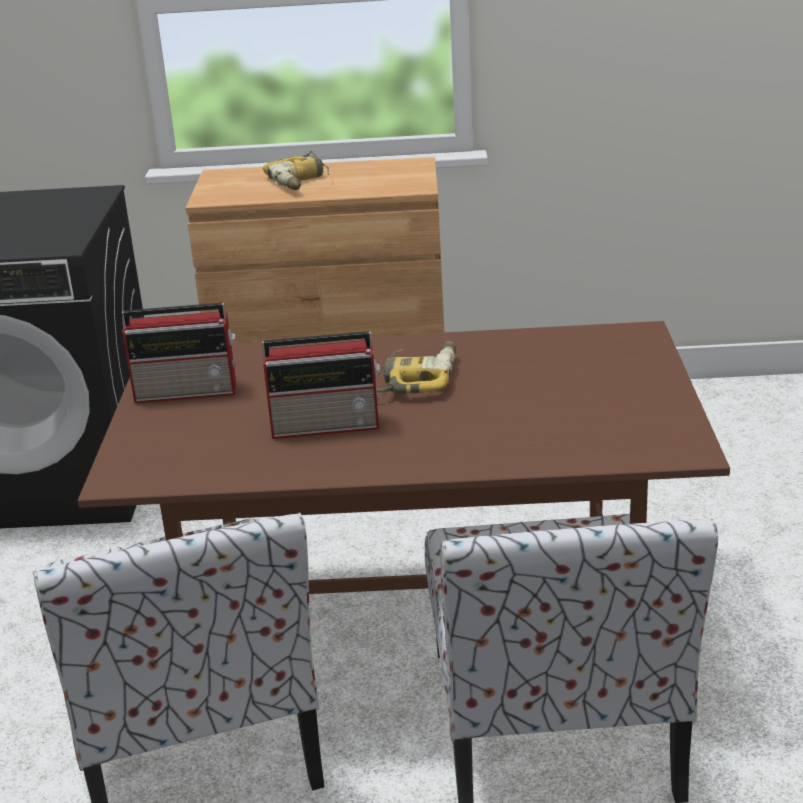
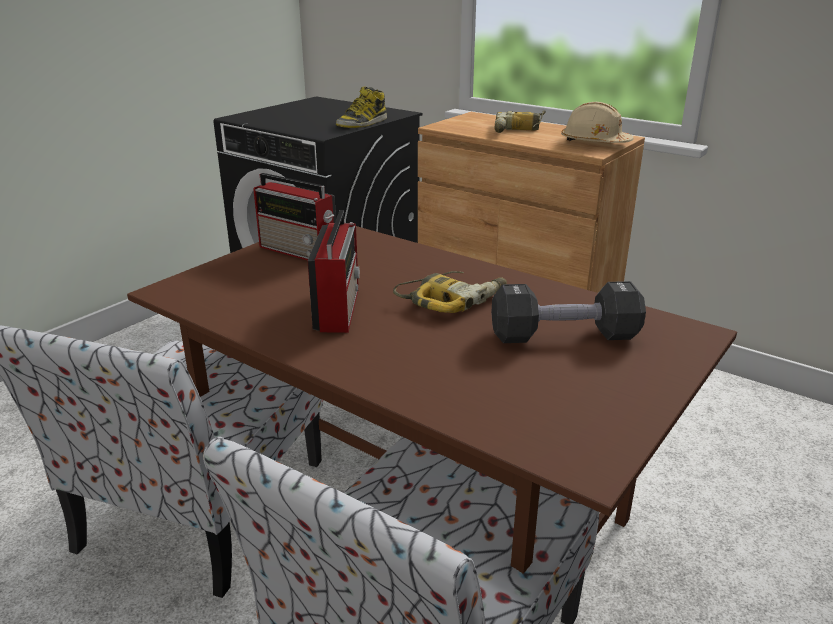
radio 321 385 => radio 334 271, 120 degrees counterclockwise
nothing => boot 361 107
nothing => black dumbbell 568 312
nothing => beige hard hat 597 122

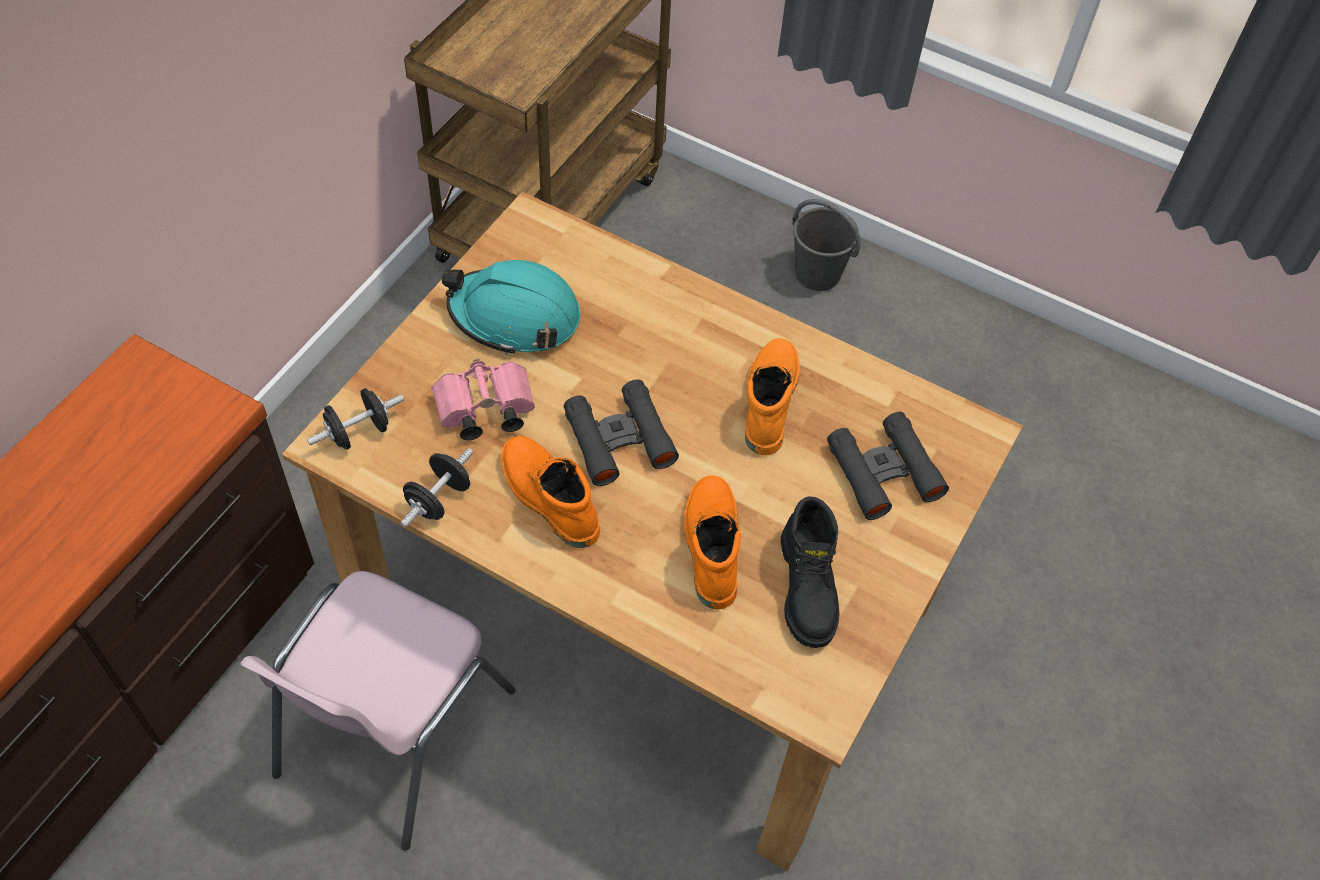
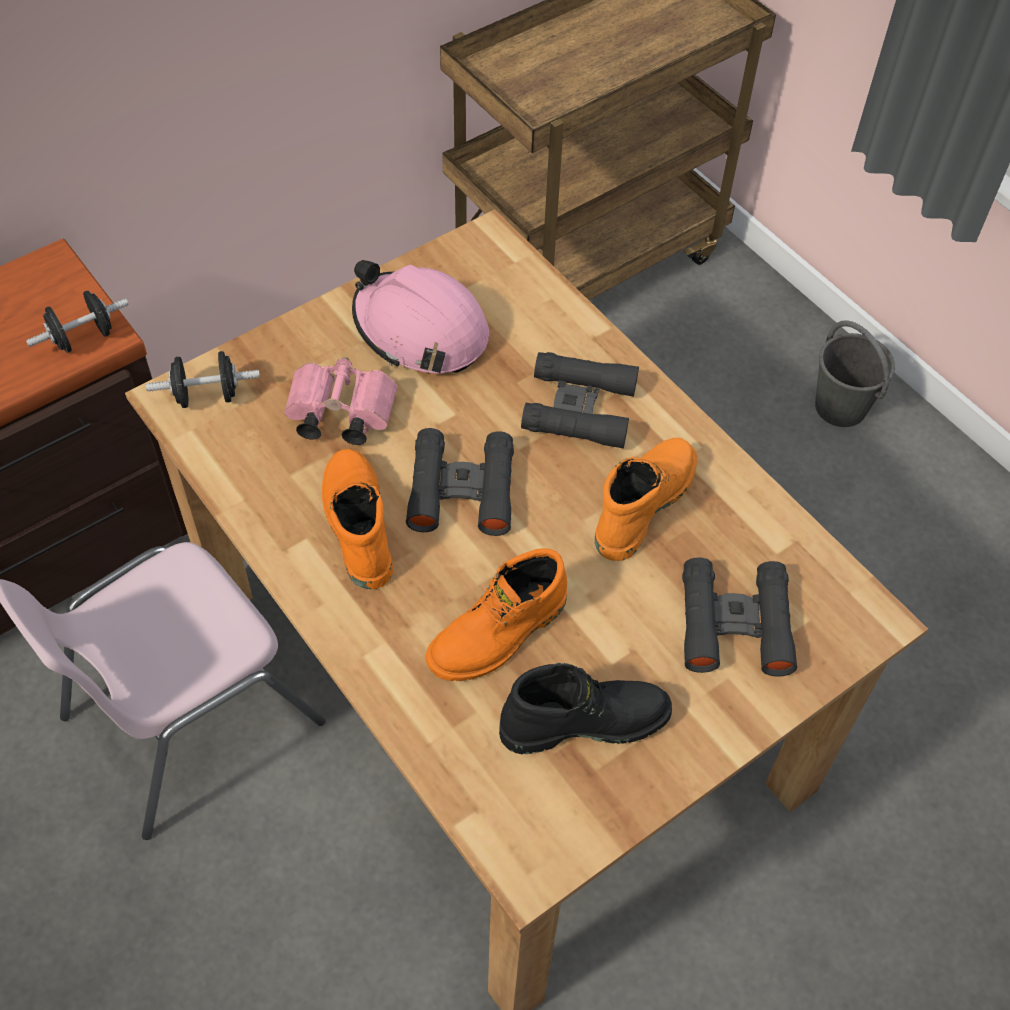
black dumbbell 437 487 => black dumbbell 77 322, move
turquoise hard hat 511 307 => pink hard hat 420 316
orange boot 712 542 => orange boot 496 614, 150 degrees counterclockwise
black boot 810 572 => black boot 585 708, 120 degrees counterclockwise
nothing => black binoculars 580 400

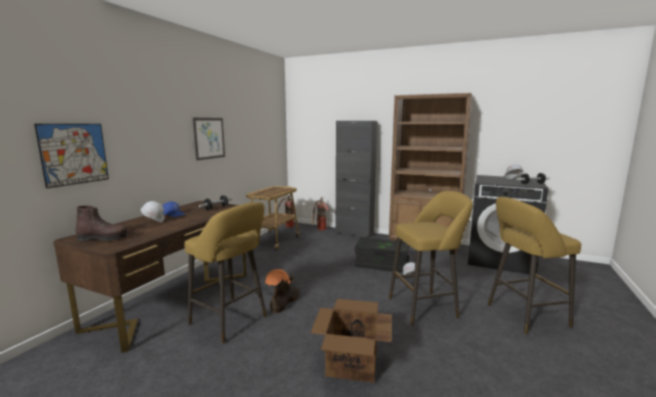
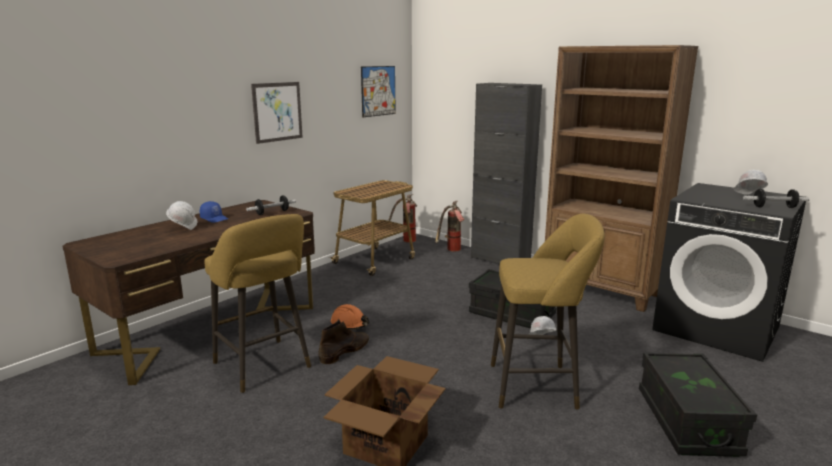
picture 71 156 => picture 378 91, move
yellow stool 534 265 => black storage box 698 404
brown boot 101 223 => nothing

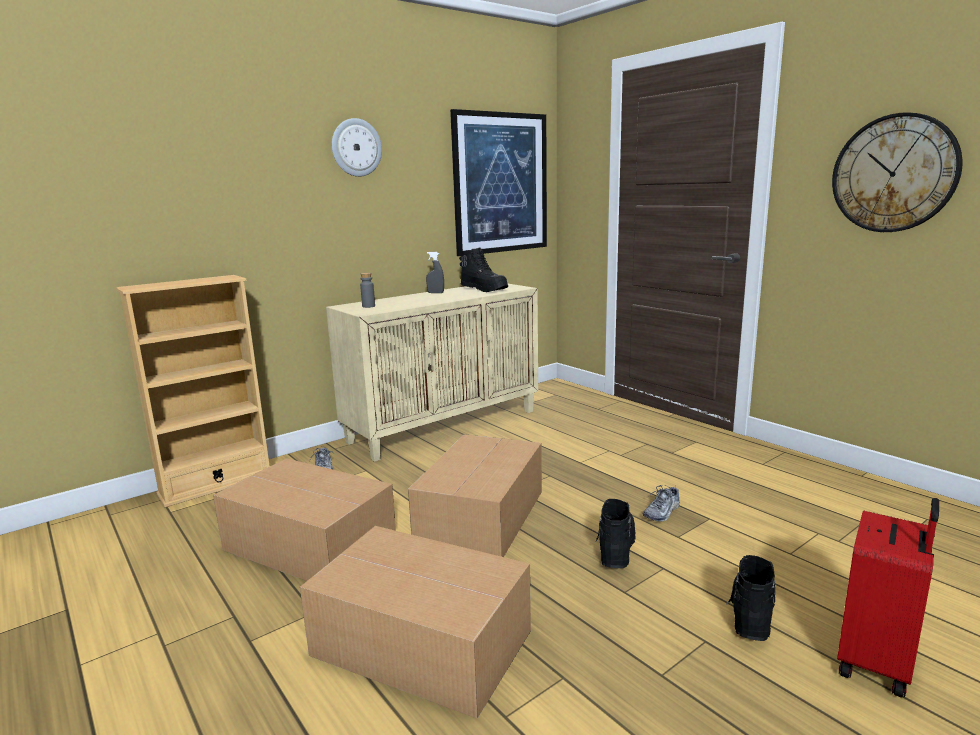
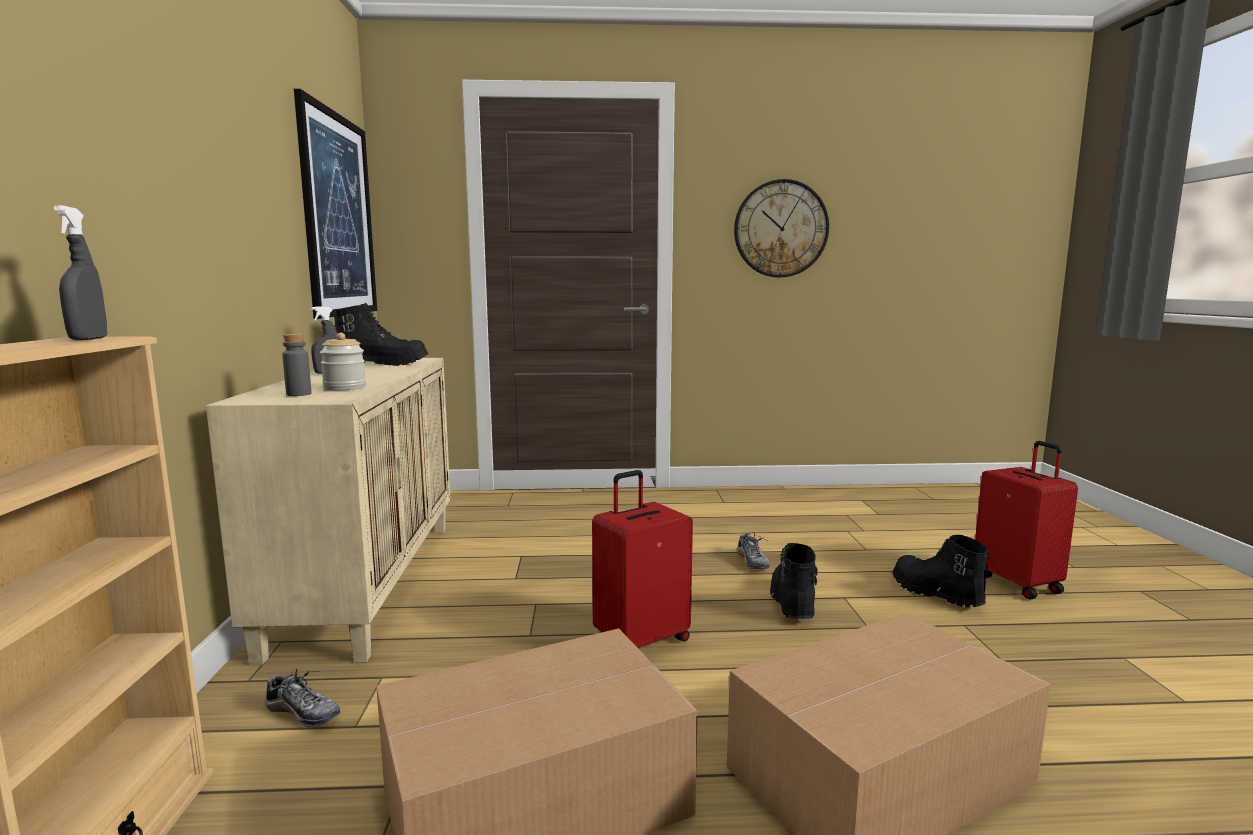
nothing => grey spray bottle 80 272
nothing => jar 343 361
cardboard box 475 495 => red suitcase 642 559
black boot 615 533 => black boot 794 581, 45 degrees clockwise
wall clock 357 147 => nothing

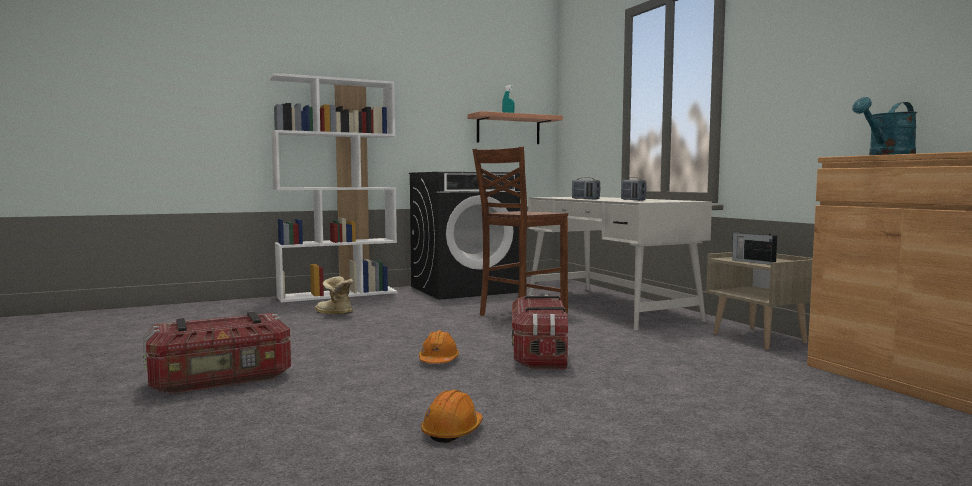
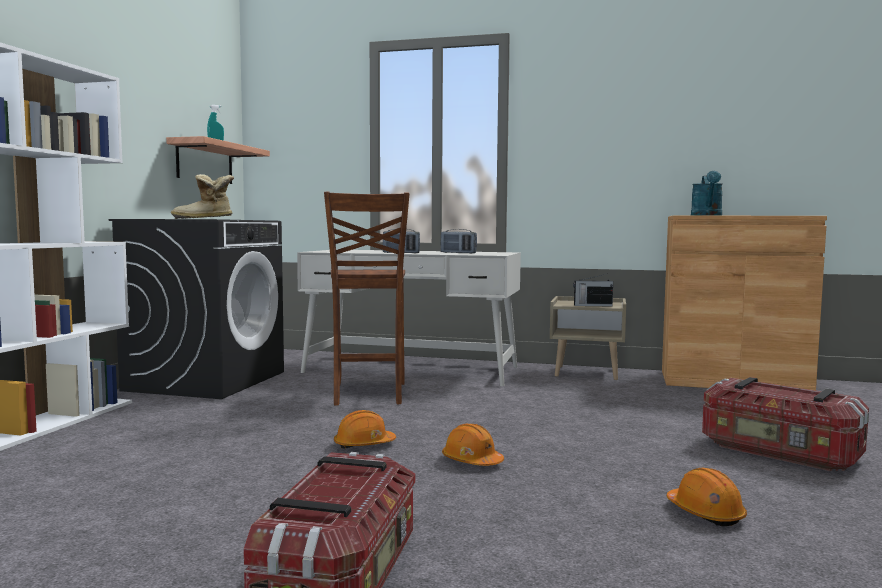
boot 334 295 => boot 202 196, move
nothing => orange hard hat 365 429
storage box 540 332 => storage box 785 424, move

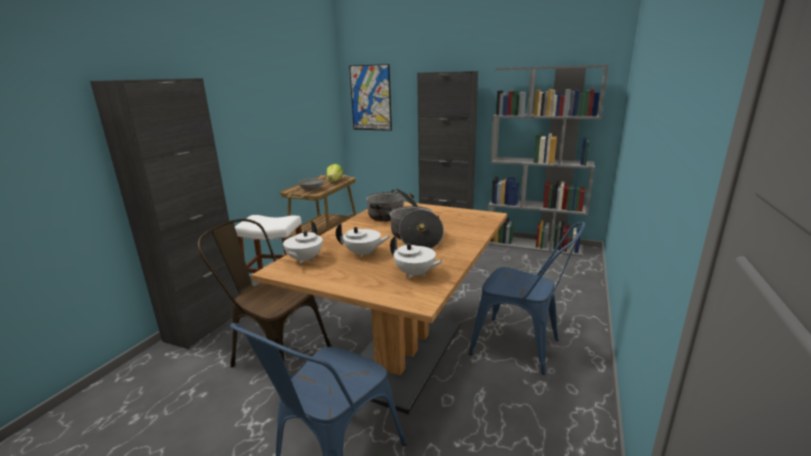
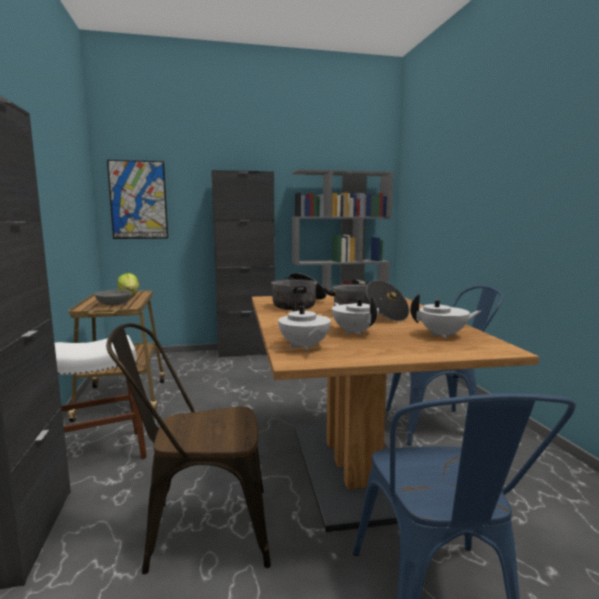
white teapot 363 240 => white teapot 355 315, 90 degrees counterclockwise

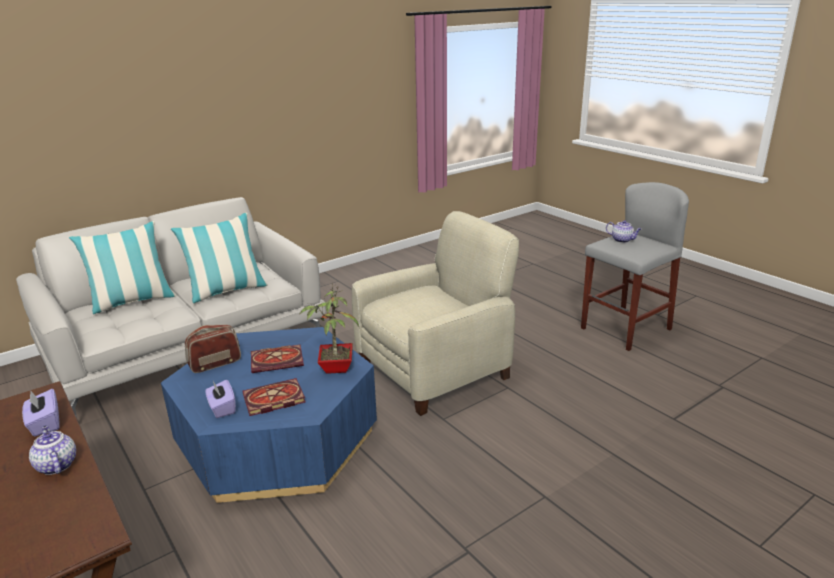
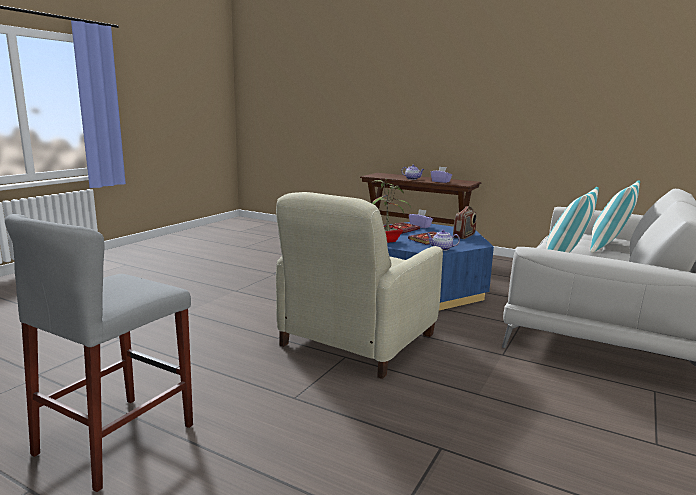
teapot 624 231 => teapot 443 240, move

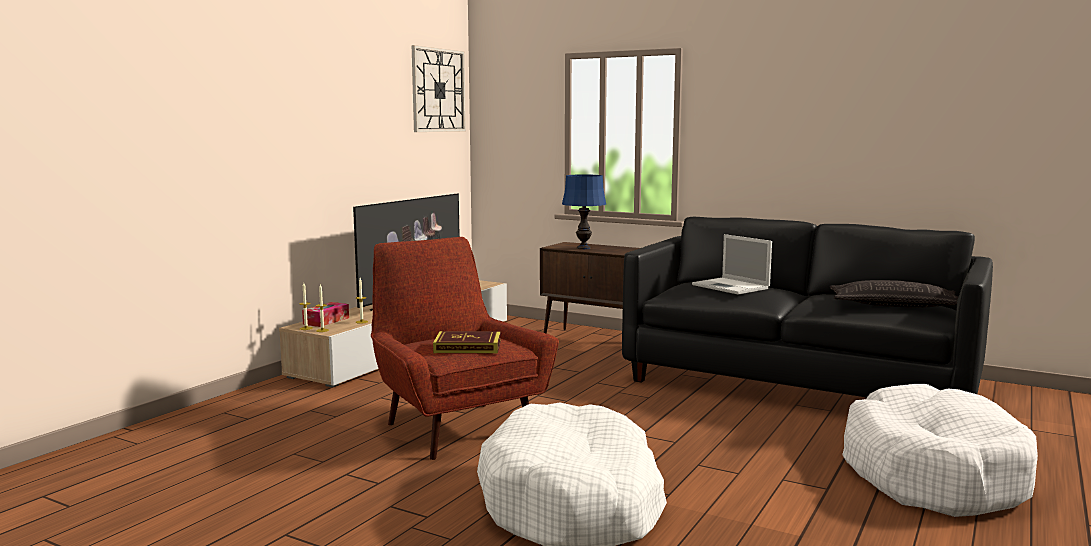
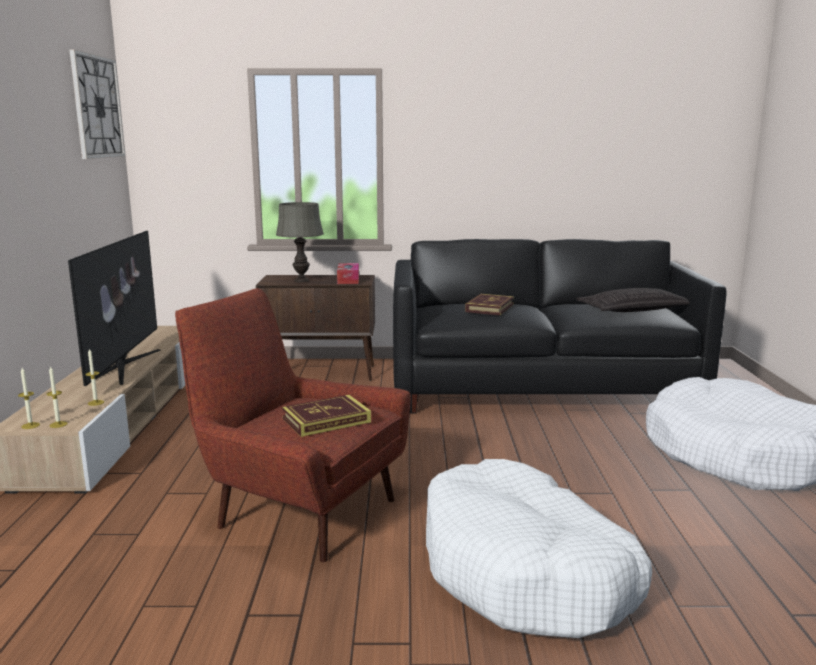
blue table lamp 584 211 => grey table lamp 300 242
tissue box 325 314 => tissue box 348 273, move
laptop 732 264 => book 489 304

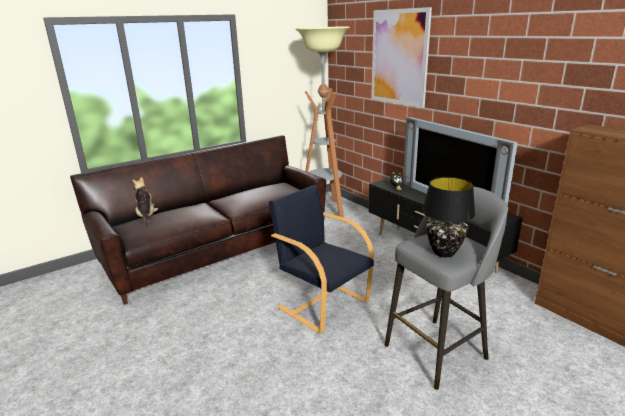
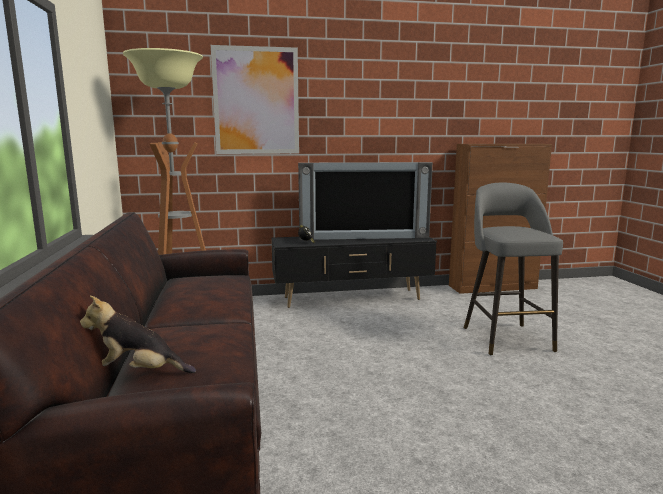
black armchair 321 259 => nothing
black table lamp 448 217 => nothing

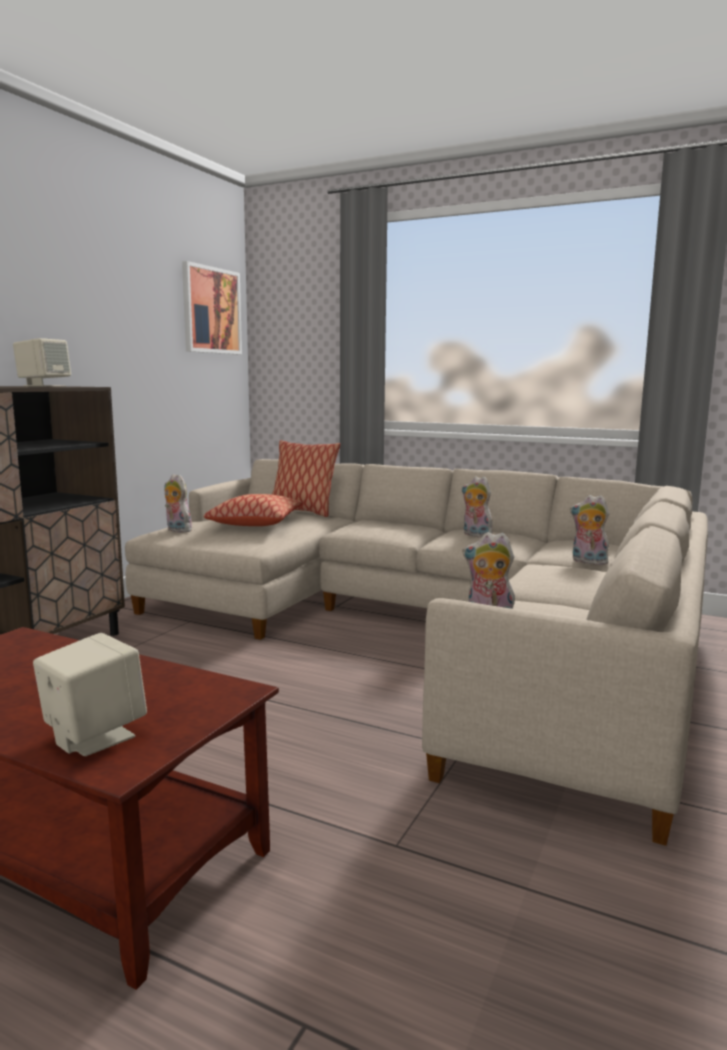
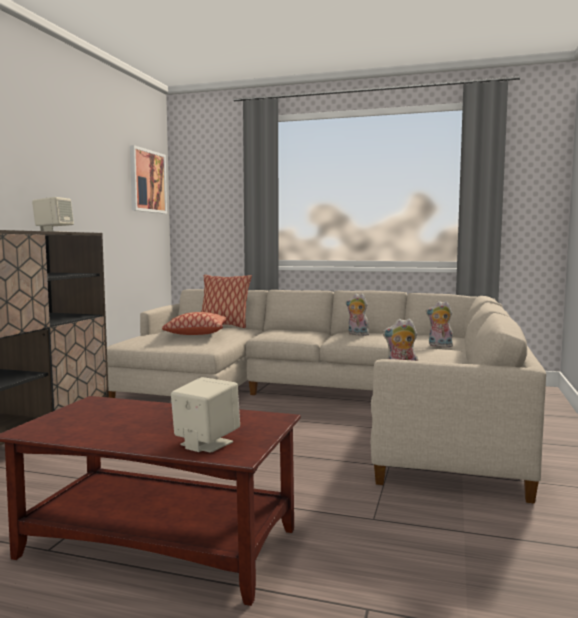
plush toy 178 503 => nothing

